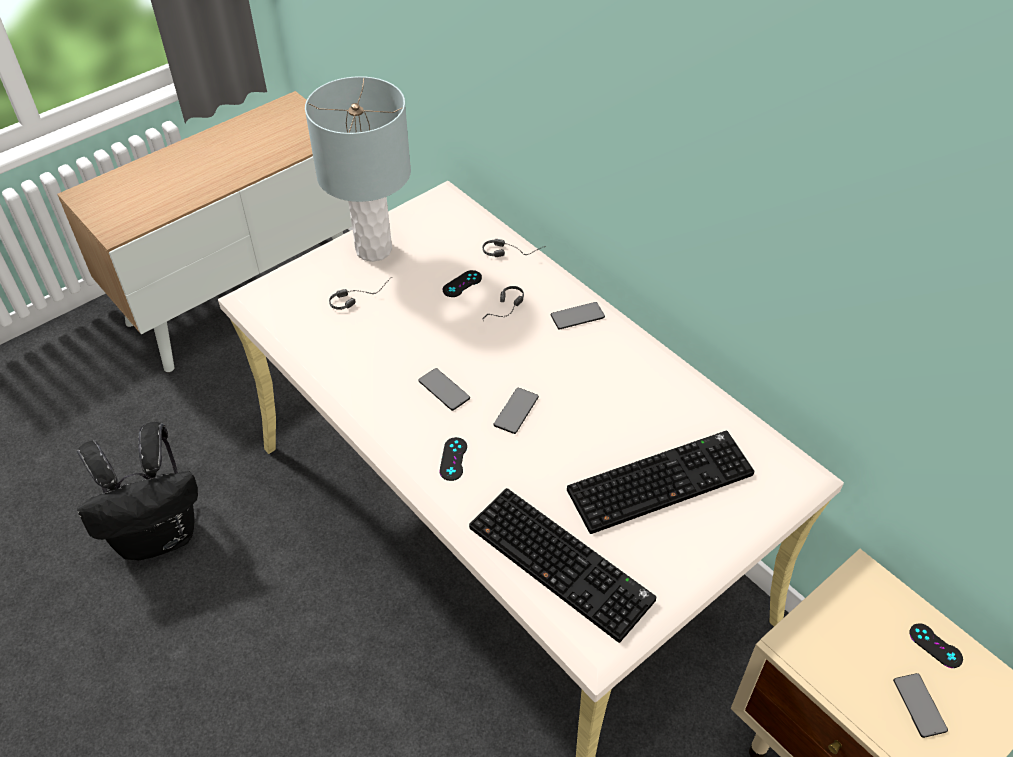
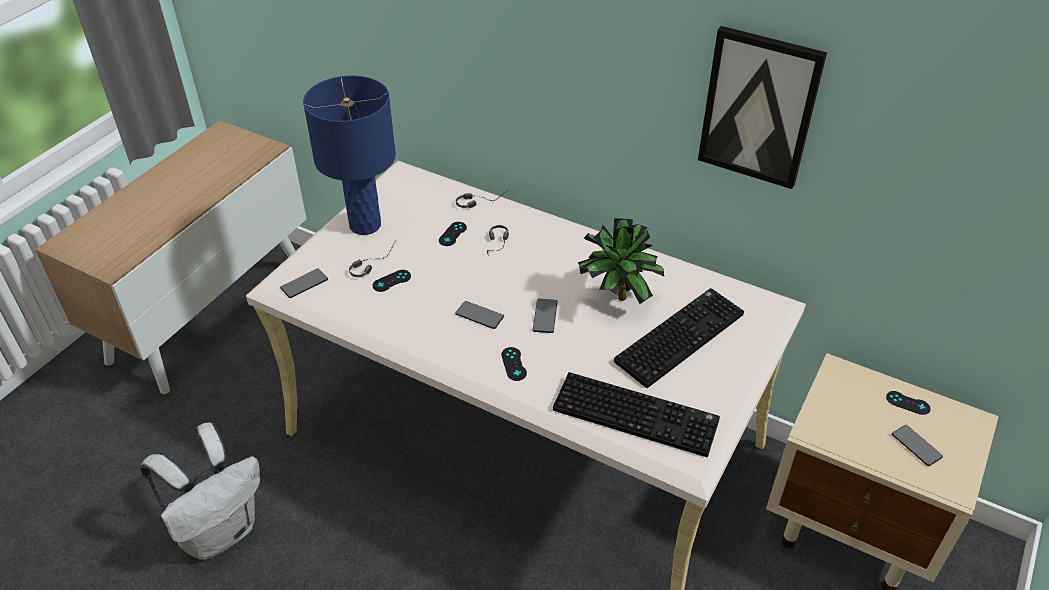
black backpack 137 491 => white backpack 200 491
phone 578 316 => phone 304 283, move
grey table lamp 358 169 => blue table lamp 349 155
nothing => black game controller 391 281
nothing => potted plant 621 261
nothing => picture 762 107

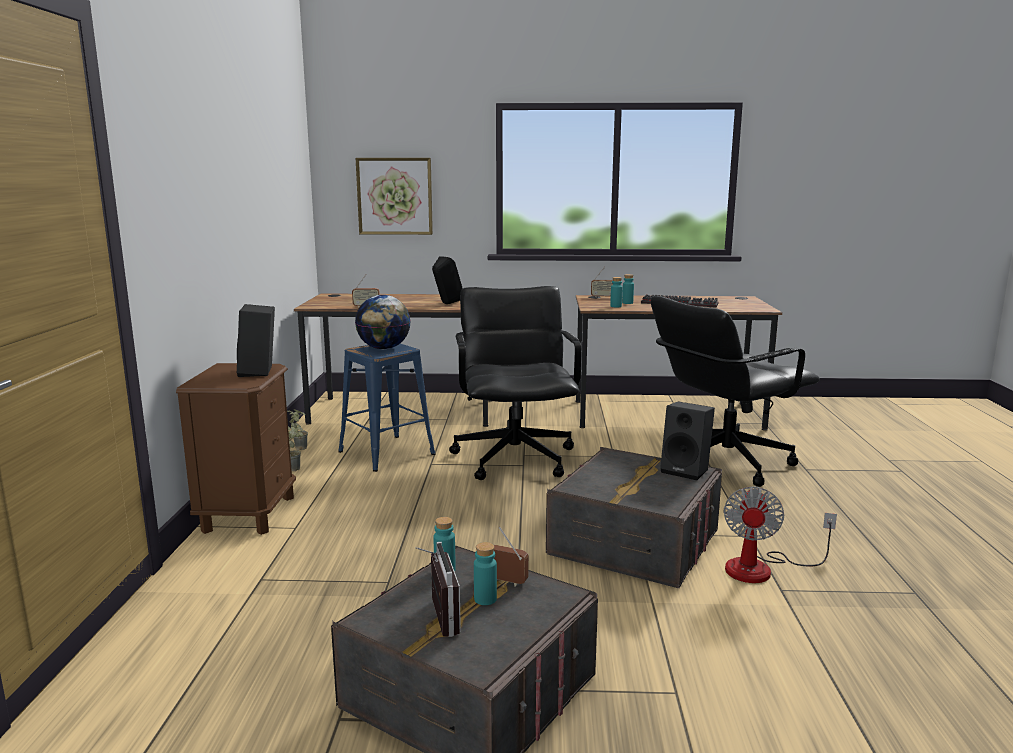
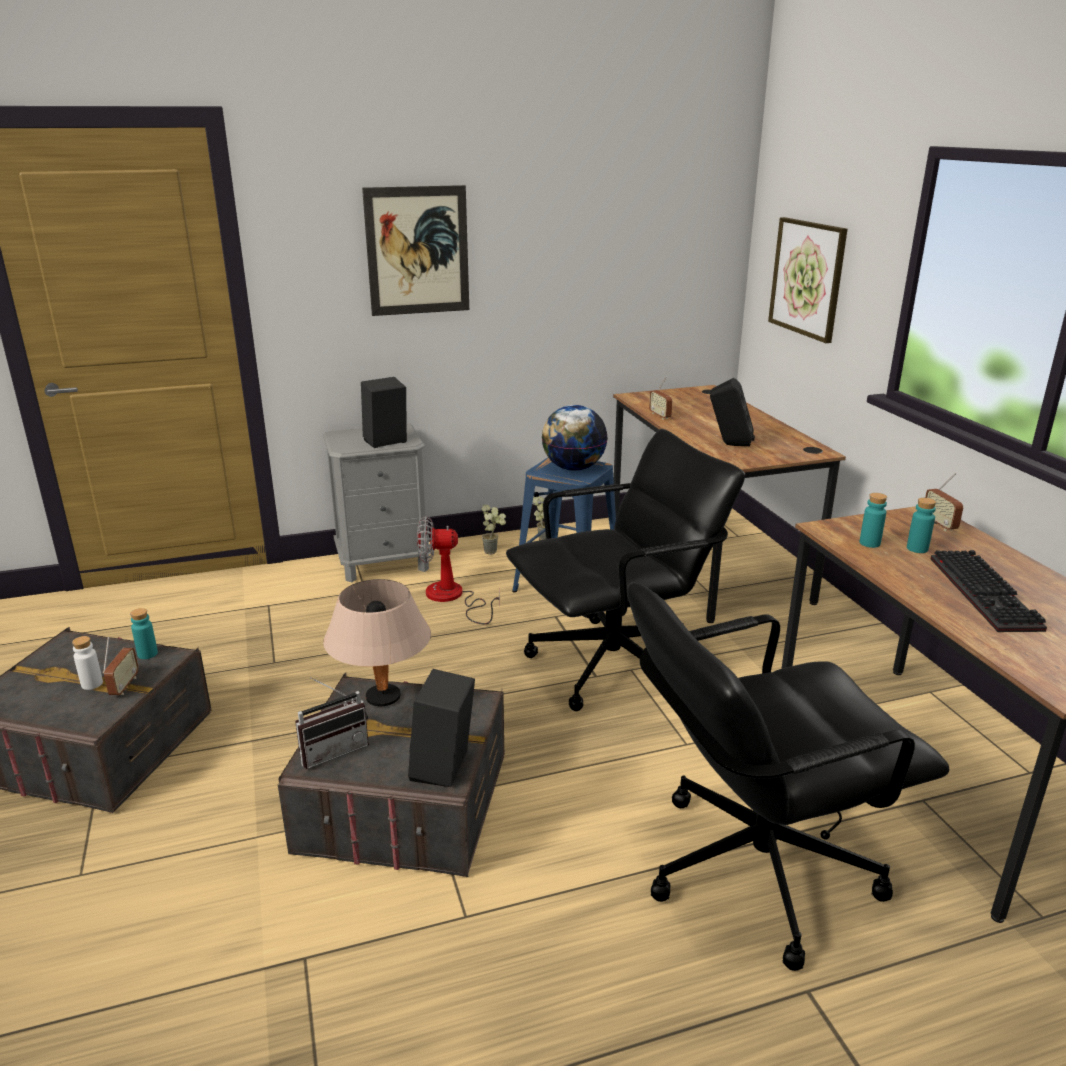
turquoise bottle 485 573 => white bottle 87 663
radio 438 589 => radio 332 723, move
brown nightstand 236 449 => grey nightstand 377 503
nothing => beige table lamp 377 642
nothing => picture 415 250
fan 780 534 => fan 458 570, move
black office chair 735 391 => black office chair 788 776, 60 degrees counterclockwise

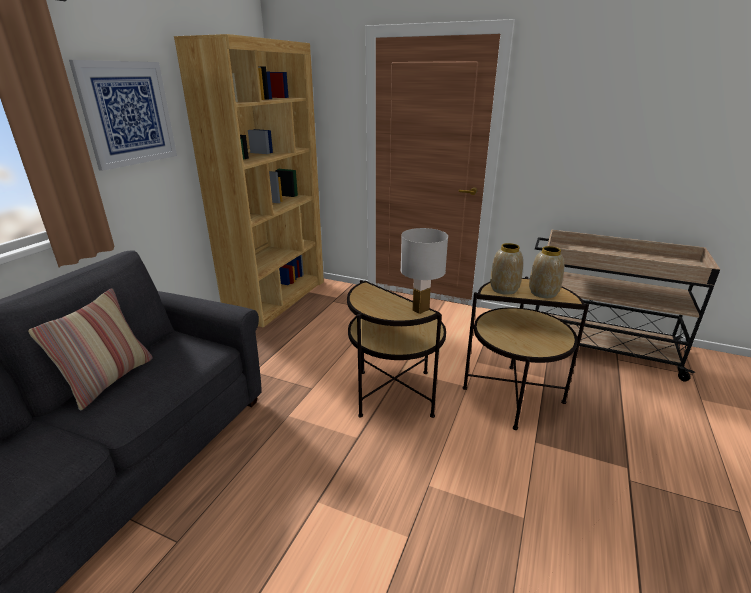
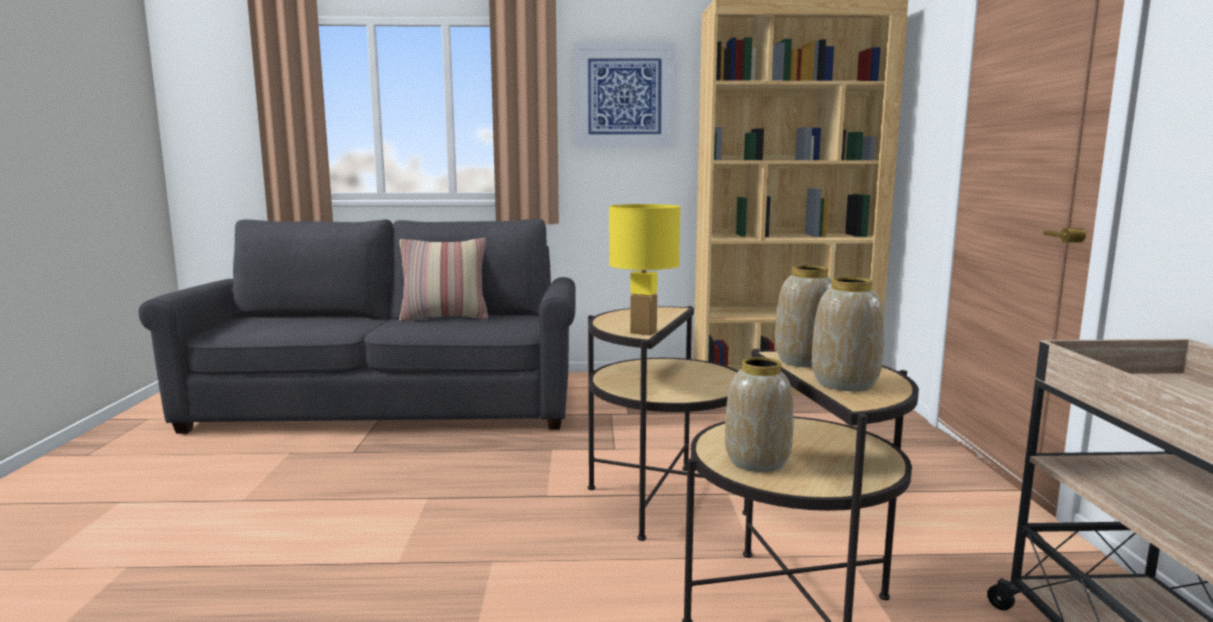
white table lamp 424 271 => yellow table lamp 645 270
nothing => vase 759 414

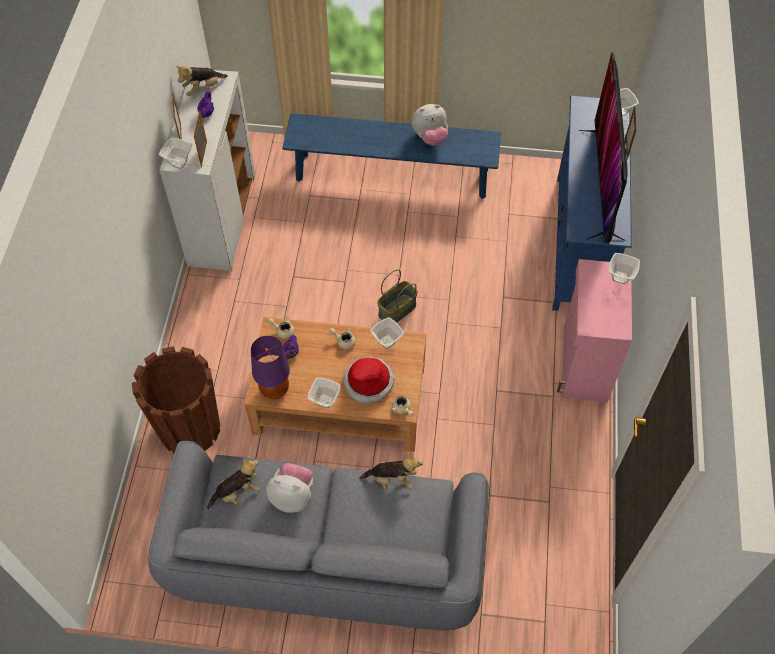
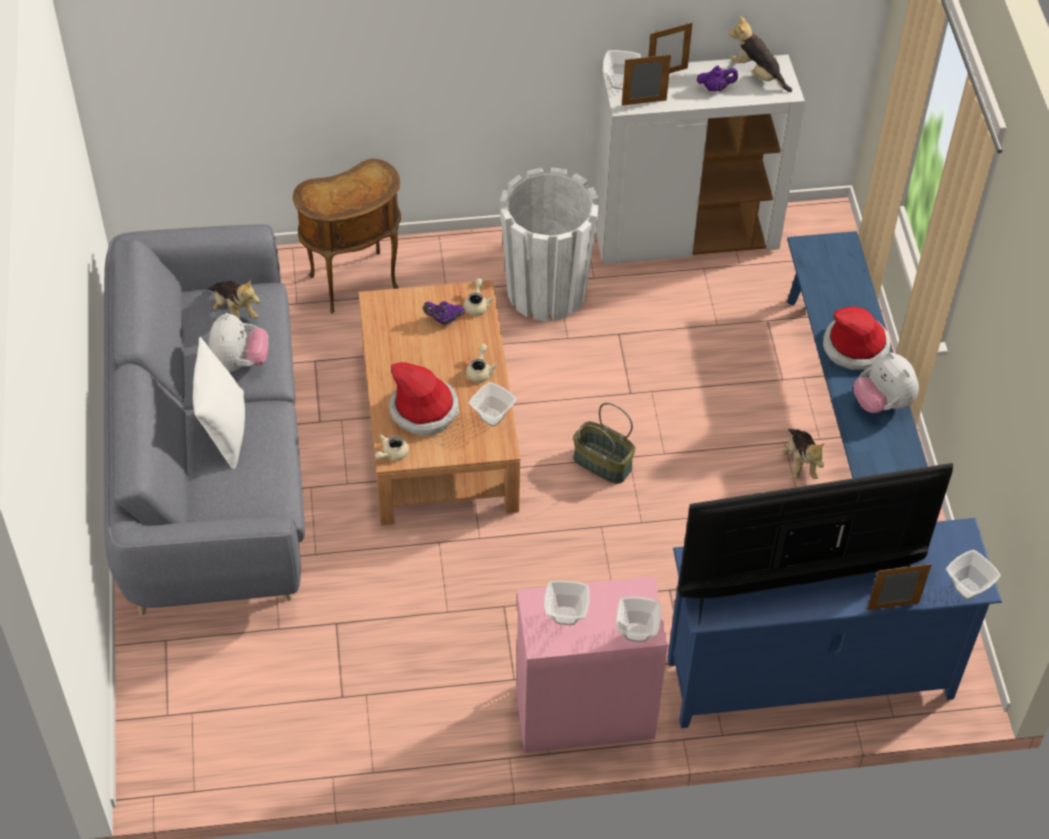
nothing => white pillow 219 403
brown planter 176 399 => brown side table 347 236
nothing => white planter 550 244
bowl 324 392 => bowl 567 602, move
plush toy 391 470 => plush toy 803 454, move
nothing => hat 856 338
purple table lamp 270 367 => nothing

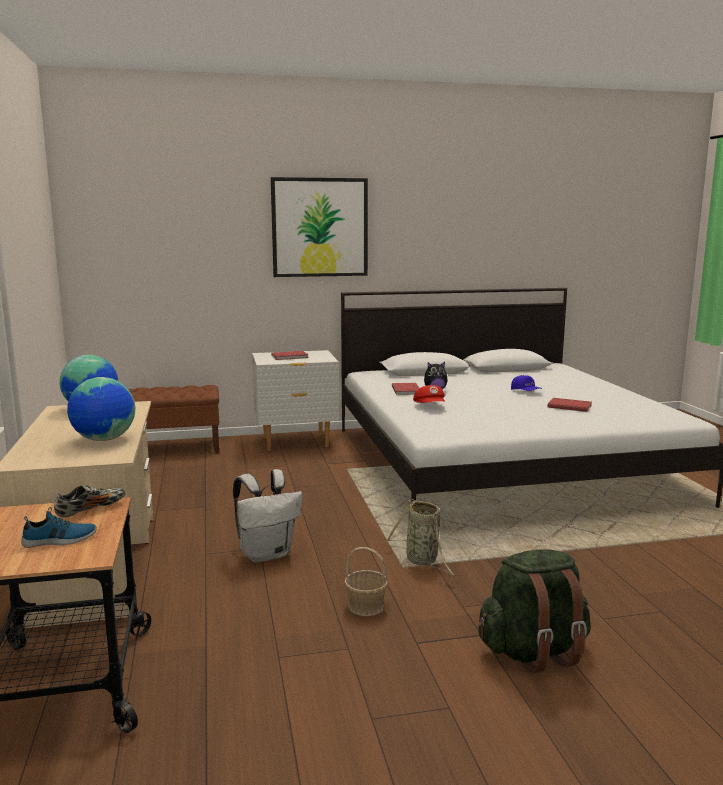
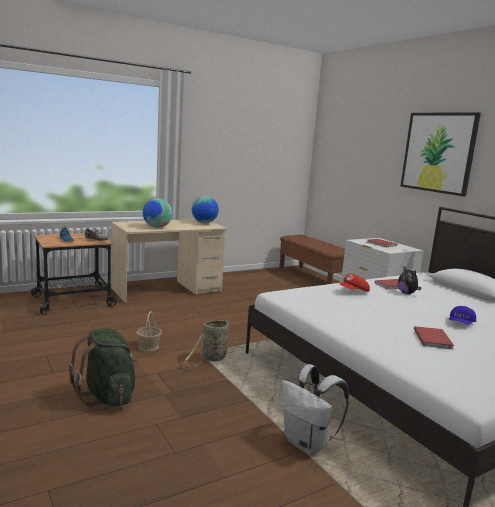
white backpack 268 516 => white backpack 313 409, move

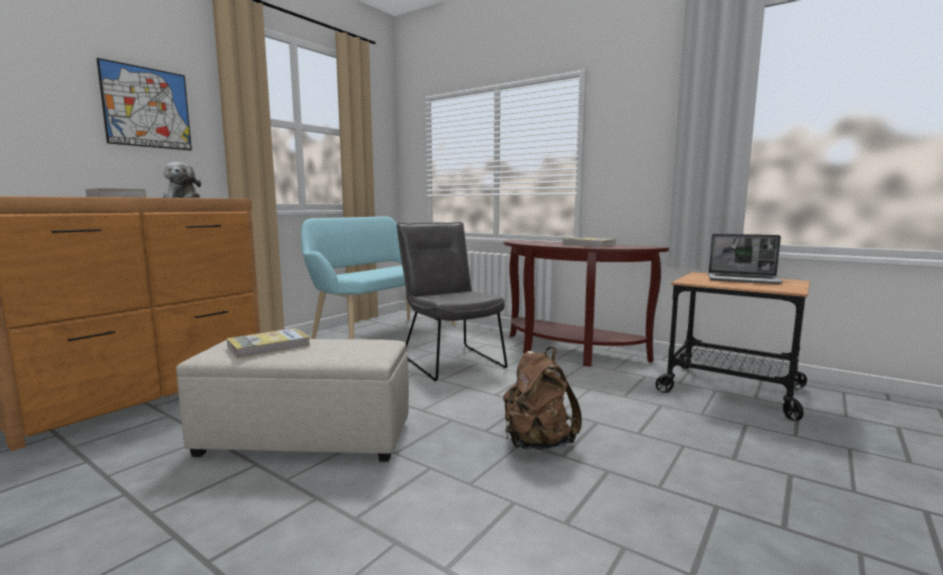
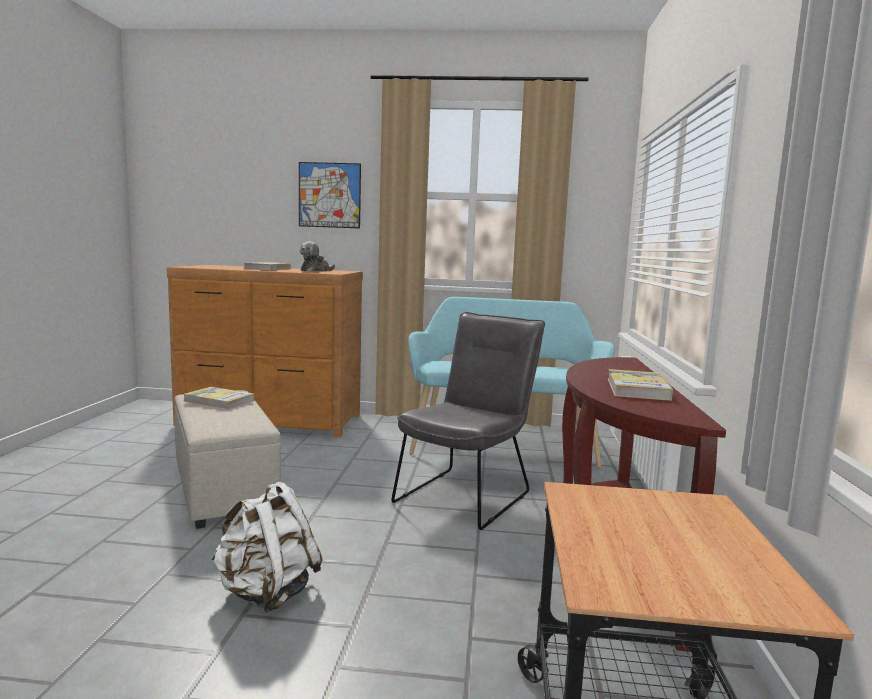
brown backpack 542 398 => white backpack 267 547
laptop 745 259 => nothing

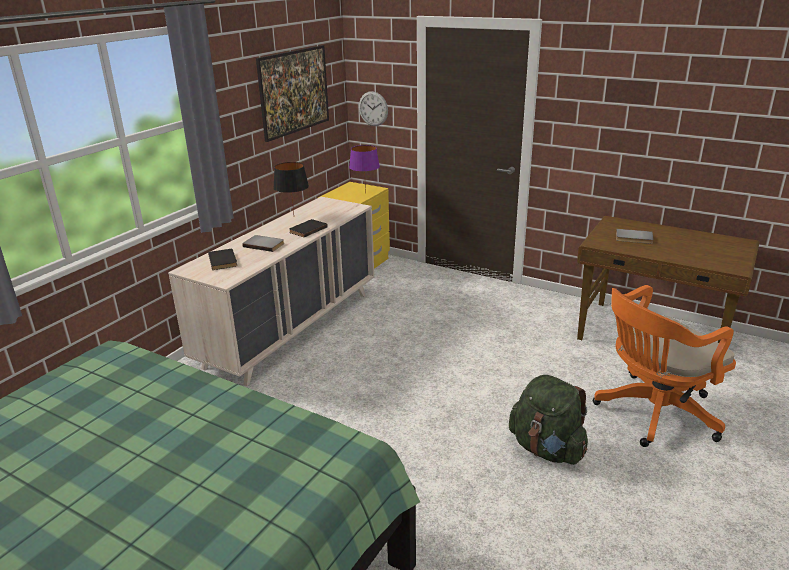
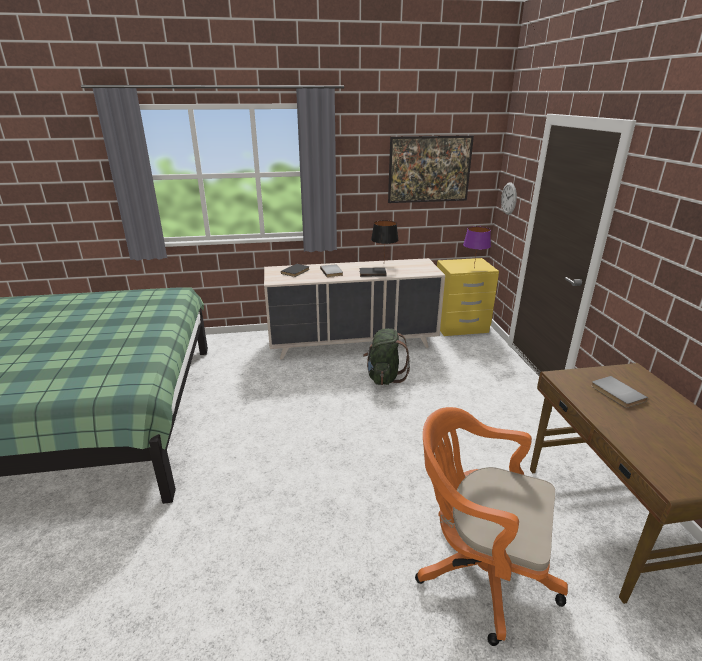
green backpack 548 420 => green backpack 386 356, move

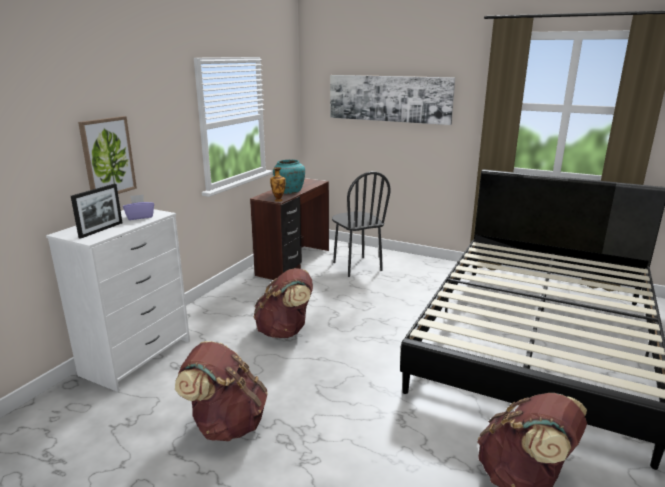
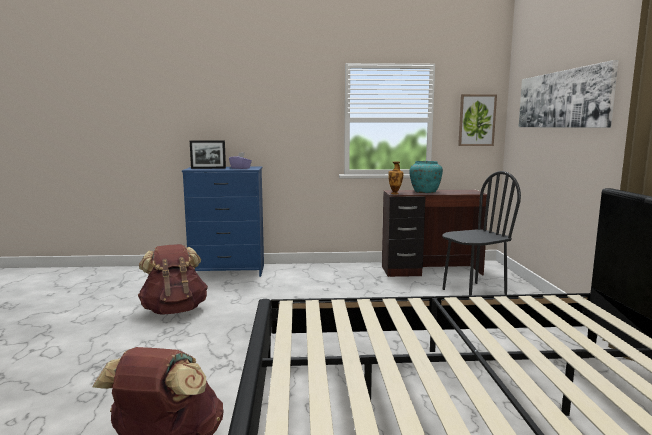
white dresser 118 300 => blue dresser 223 221
black chair 361 224 => black chair 481 233, 150 degrees counterclockwise
picture 107 155 => picture 477 120, move
brown backpack 283 303 => nothing

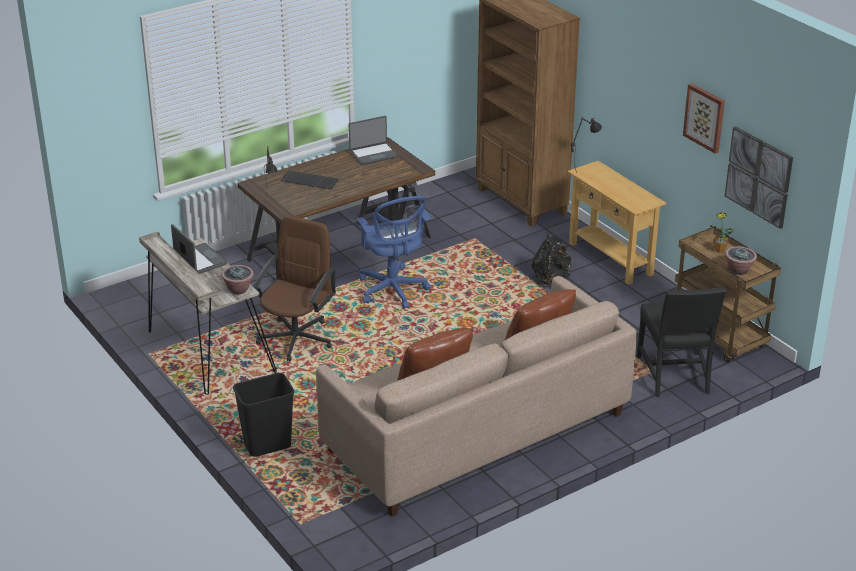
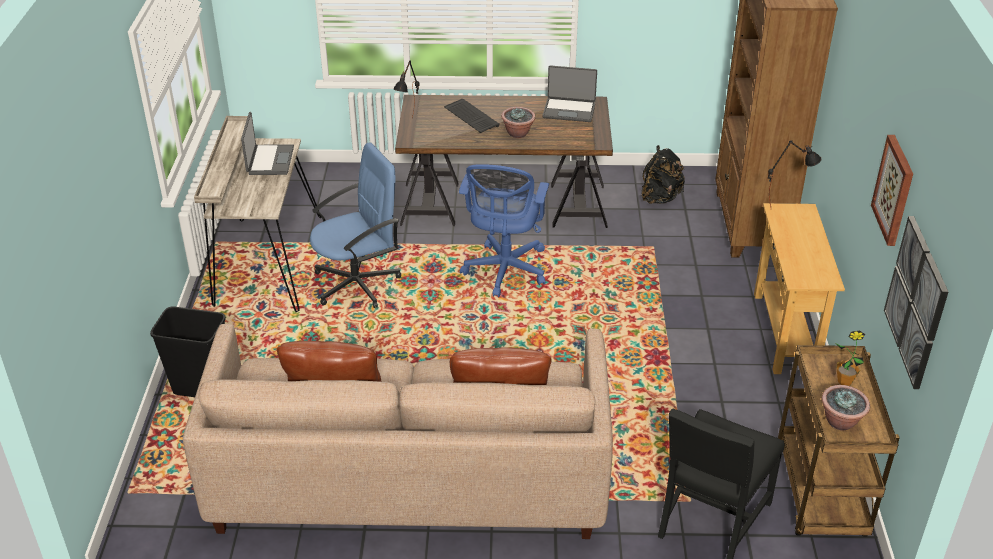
brown office chair 294 288 => blue office chair 355 225
potted plant 237 279 => potted plant 518 122, move
black backpack 551 260 => black backpack 663 174, move

